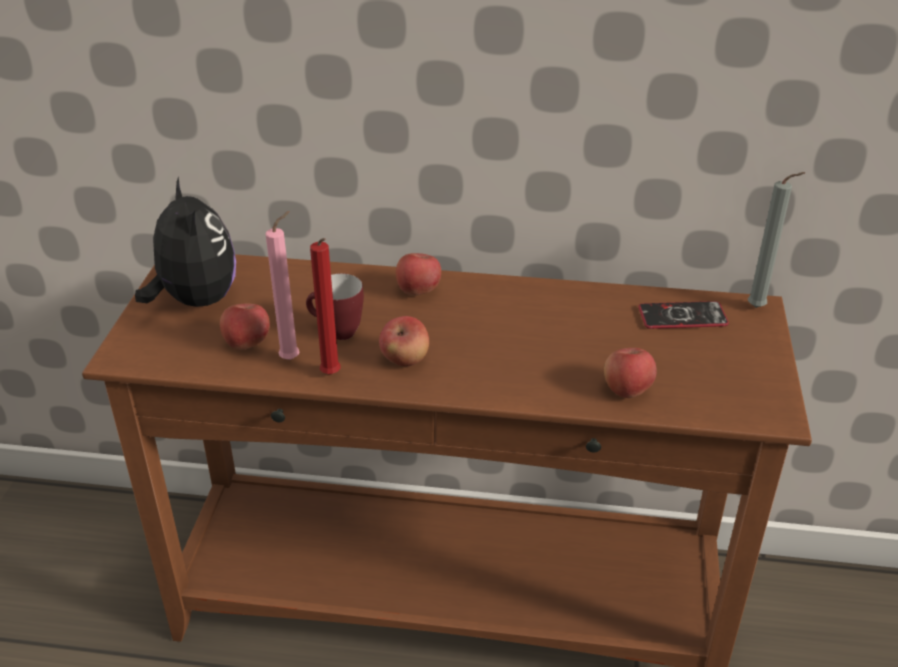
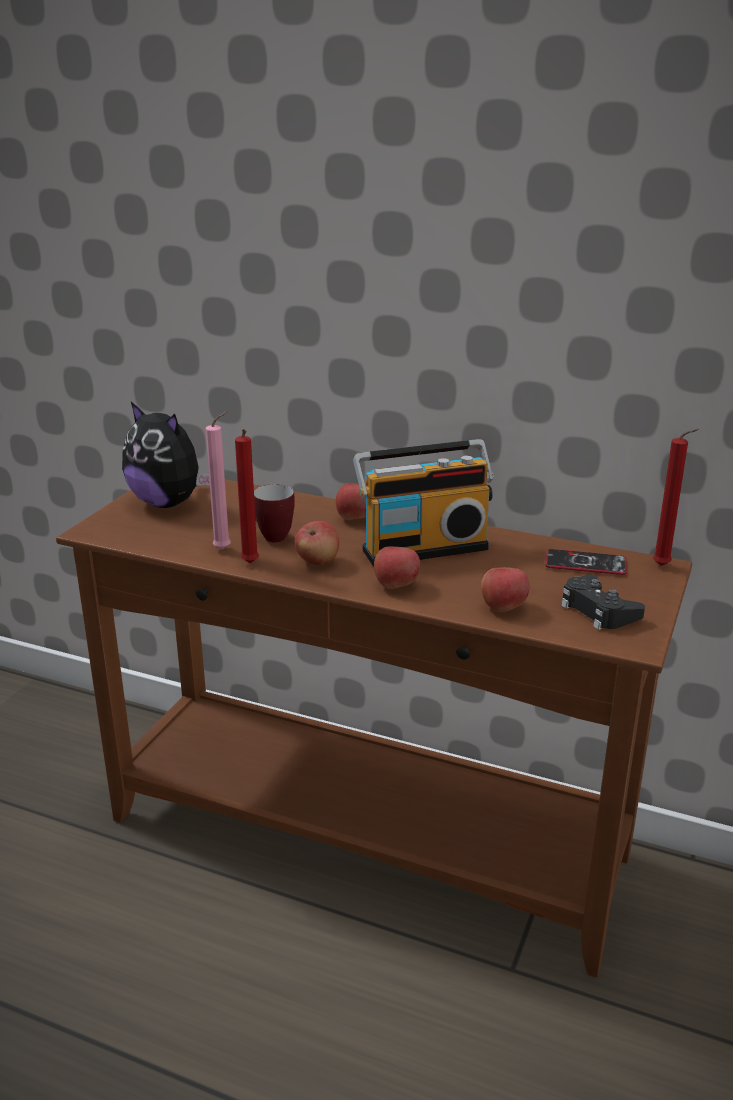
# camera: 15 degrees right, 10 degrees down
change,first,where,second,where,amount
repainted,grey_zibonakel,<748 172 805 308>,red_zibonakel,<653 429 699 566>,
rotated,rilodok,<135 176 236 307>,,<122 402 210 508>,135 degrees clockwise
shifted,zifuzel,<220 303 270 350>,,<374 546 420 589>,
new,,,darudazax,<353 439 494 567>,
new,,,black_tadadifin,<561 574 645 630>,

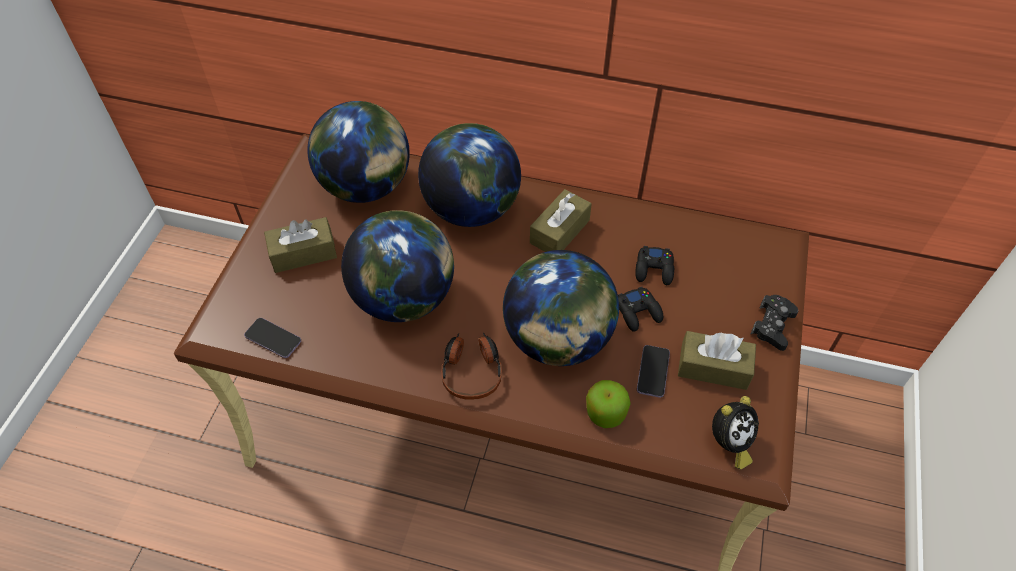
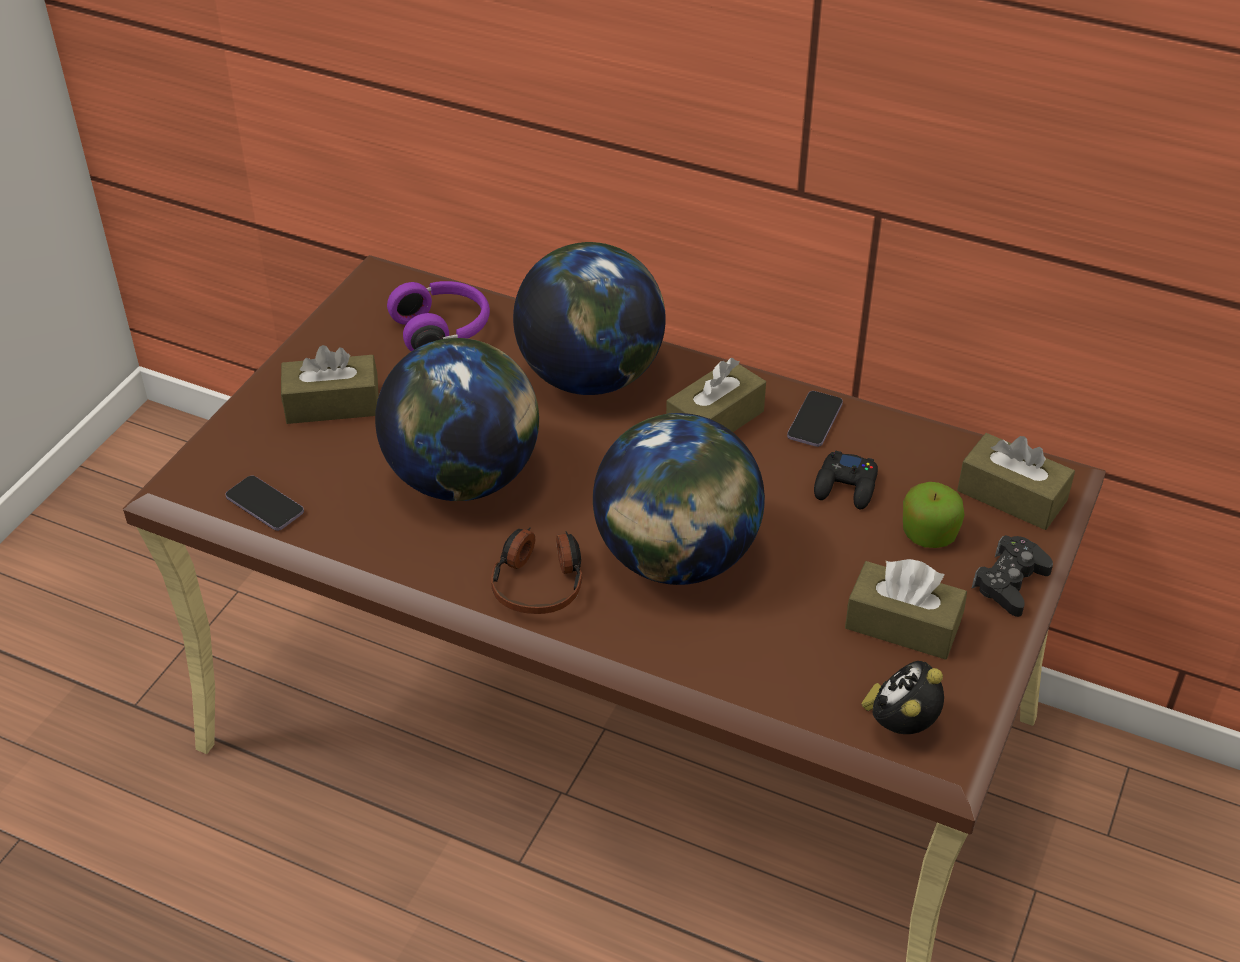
# camera: 10 degrees right, 10 degrees down
change,first,where,second,where,amount
swapped,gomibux,<307 101 410 203>,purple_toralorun,<387 281 490 351>,
gone,black_tadadifin,<618 287 663 332>,,,
shifted,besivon,<637 345 670 398>,,<787 391 843 447>,
shifted,zifuzel,<586 380 631 428>,,<903 482 965 548>,
rotated,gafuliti,<712 396 759 469>,,<861 661 944 734>,150 degrees clockwise
new,,,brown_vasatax,<957 433 1075 530>,

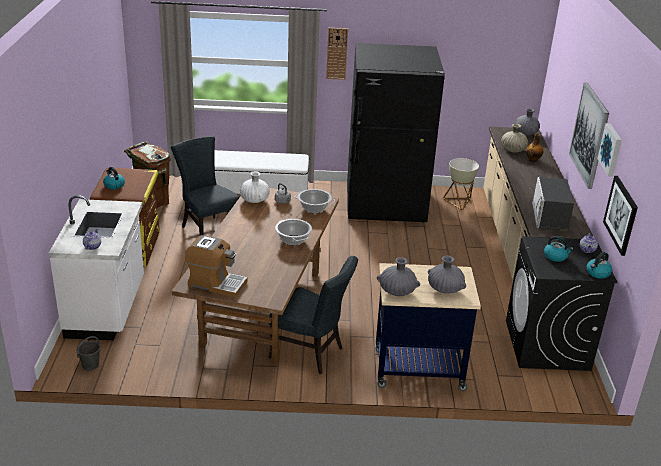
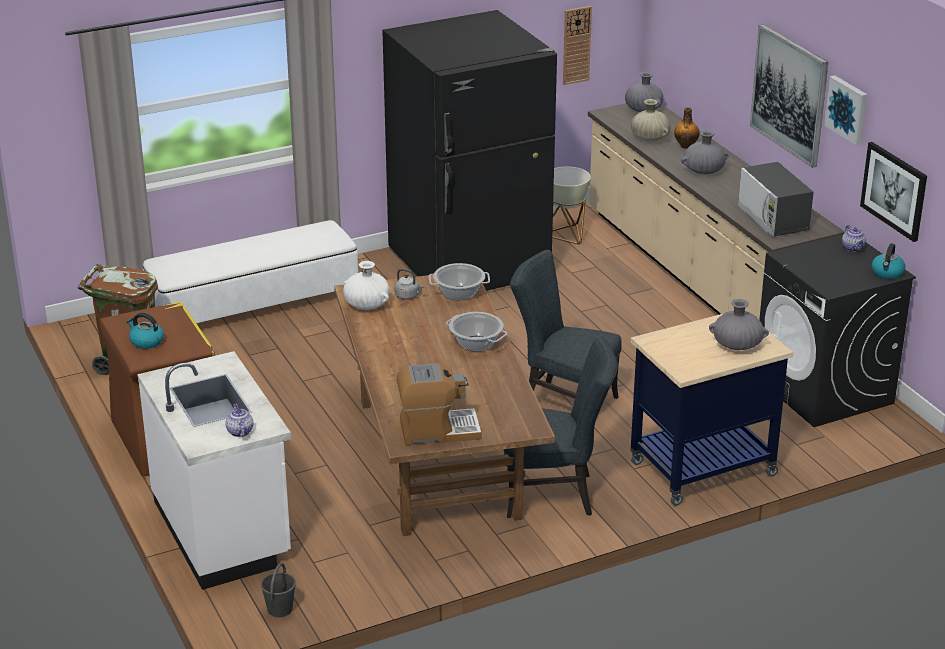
# camera: 25 degrees left, 0 degrees up
change,first,where,second,where,amount
shifted,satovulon,<326 28 348 80>,,<563 6 592 85>,
shifted,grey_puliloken,<171 136 240 236>,,<510 250 622 399>,
gone,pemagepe,<544 236 573 262>,,,
shifted,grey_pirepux,<377 257 420 296>,,<681 130 729 174>,

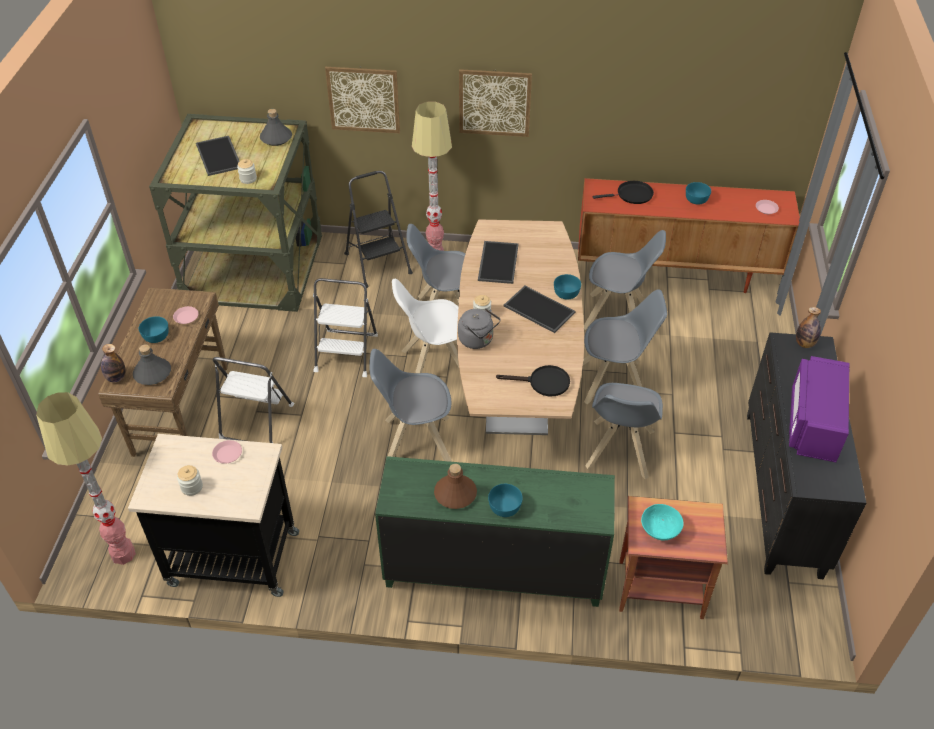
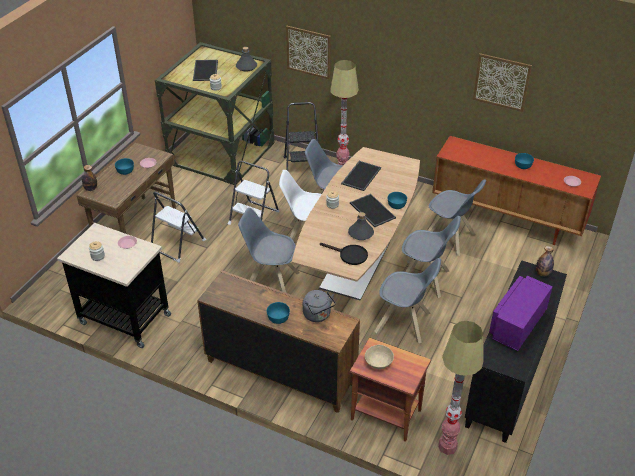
# camera: 20 degrees right, 5 degrees down
change,first,where,second,where,amount
shifted,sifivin,<459 69 532 137>,,<473 53 532 112>,
gone,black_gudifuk,<593 181 654 204>,,,
shifted,grey_pemagepe,<458 308 501 349>,,<303 290 336 322>,
shifted,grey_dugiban,<133 344 171 385>,,<348 212 374 240>,
rotated,grey_puliloken,<585 383 663 480>,,<374 258 441 344>,105 degrees counterclockwise
shifted,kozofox,<36 392 136 565>,,<438 321 484 455>,
repainted,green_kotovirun,<375 456 615 607>,brown_kotovirun,<197 270 360 413>,
gone,brown_dugiban,<434 464 477 509>,,,
repainted,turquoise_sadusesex,<641 504 684 540>,beige_sadusesex,<365 345 394 369>,

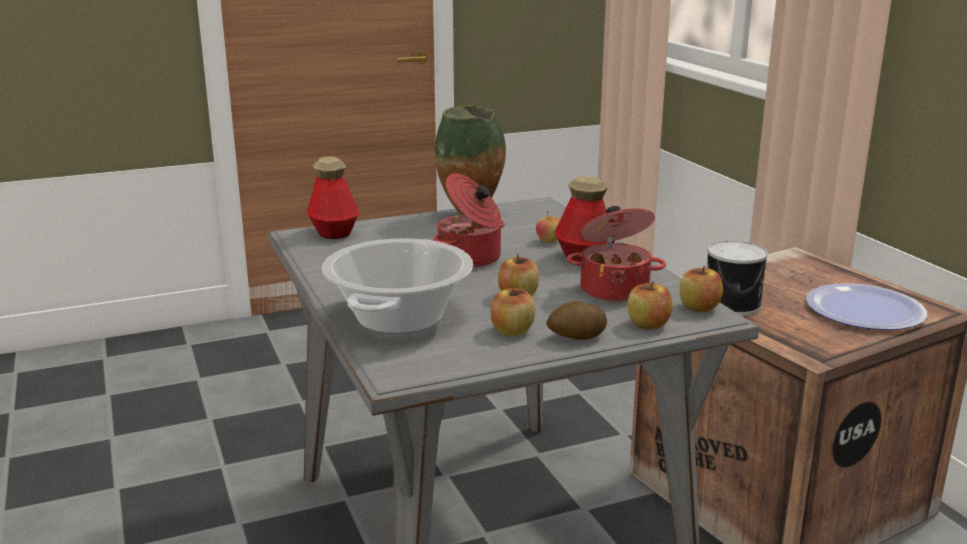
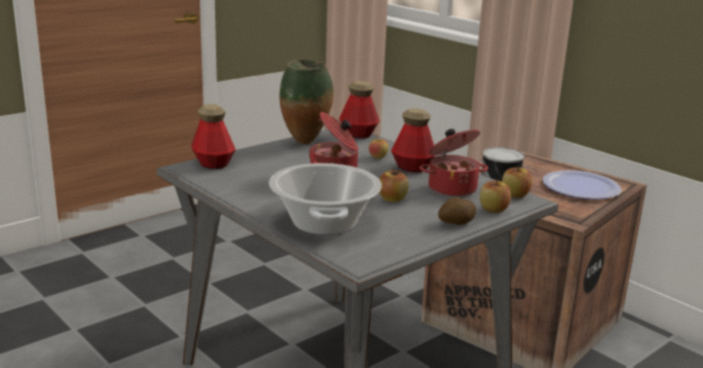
# camera: 20 degrees left, 0 degrees up
change,first,where,second,where,amount
gone,zifuzel,<490 285 535 336>,,,
new,,,dugiban,<339 81 379 138>,

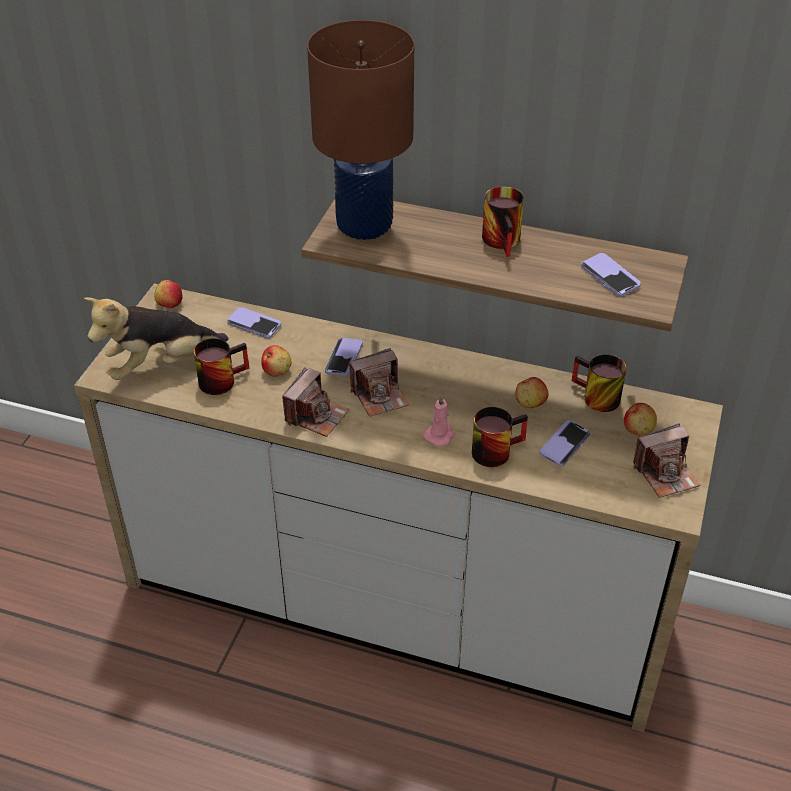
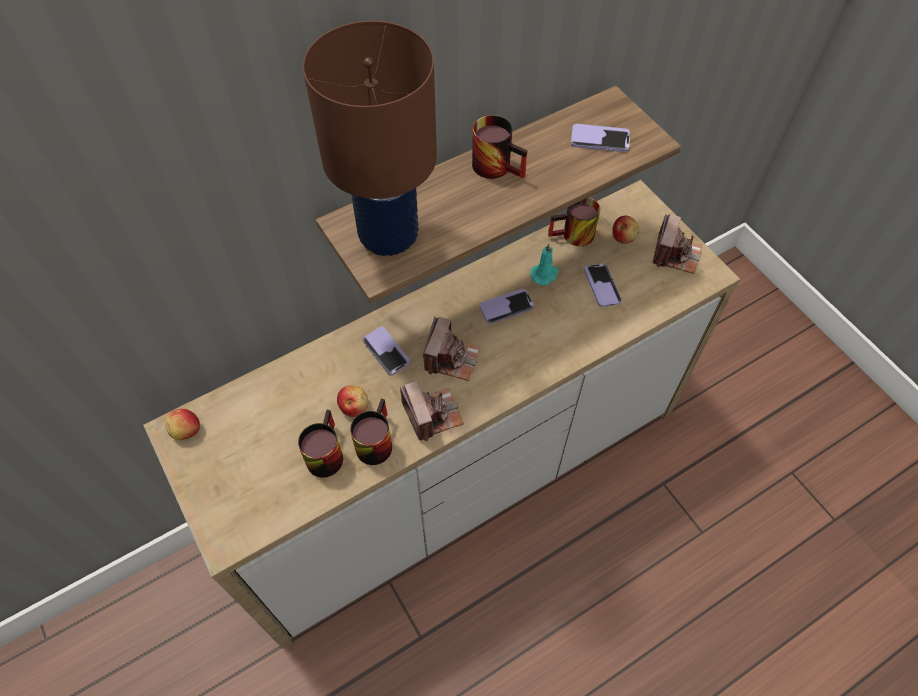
# camera: 50 degrees left, 15 degrees up
change,first,where,second,where,amount
gone,rilodok,<84 297 229 380>,,,
shifted,besivon,<227 307 281 339>,,<480 289 534 324>,
swapped,zifuzel,<515 377 548 408>,turquoise_zibonakel,<530 244 559 285>,
gone,pink_zibonakel,<424 394 455 447>,,,
shifted,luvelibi,<472 407 528 467>,,<350 398 392 465>,

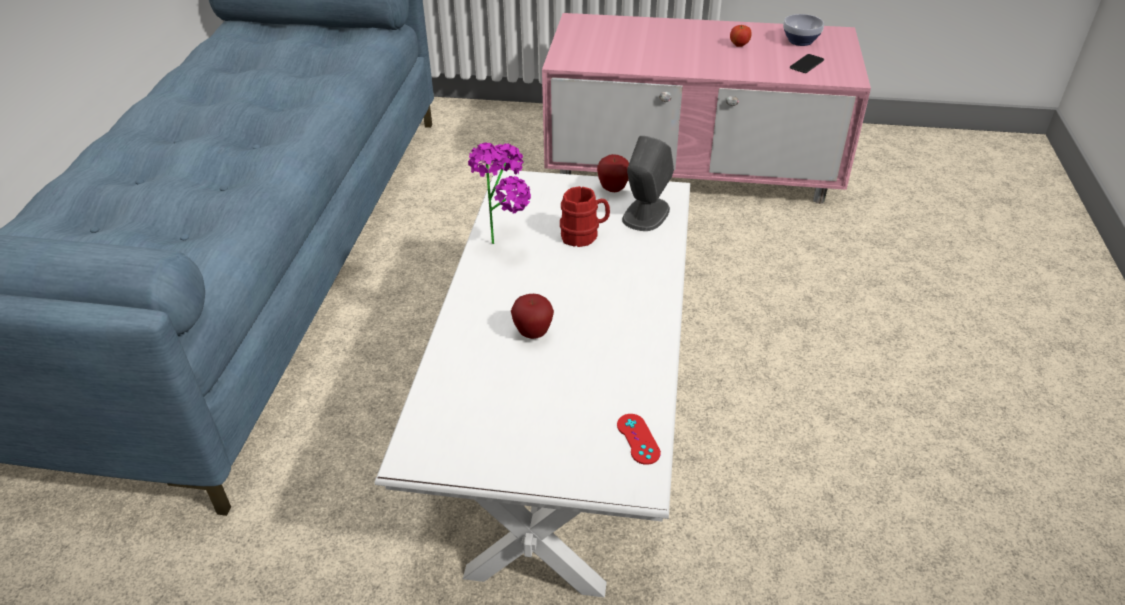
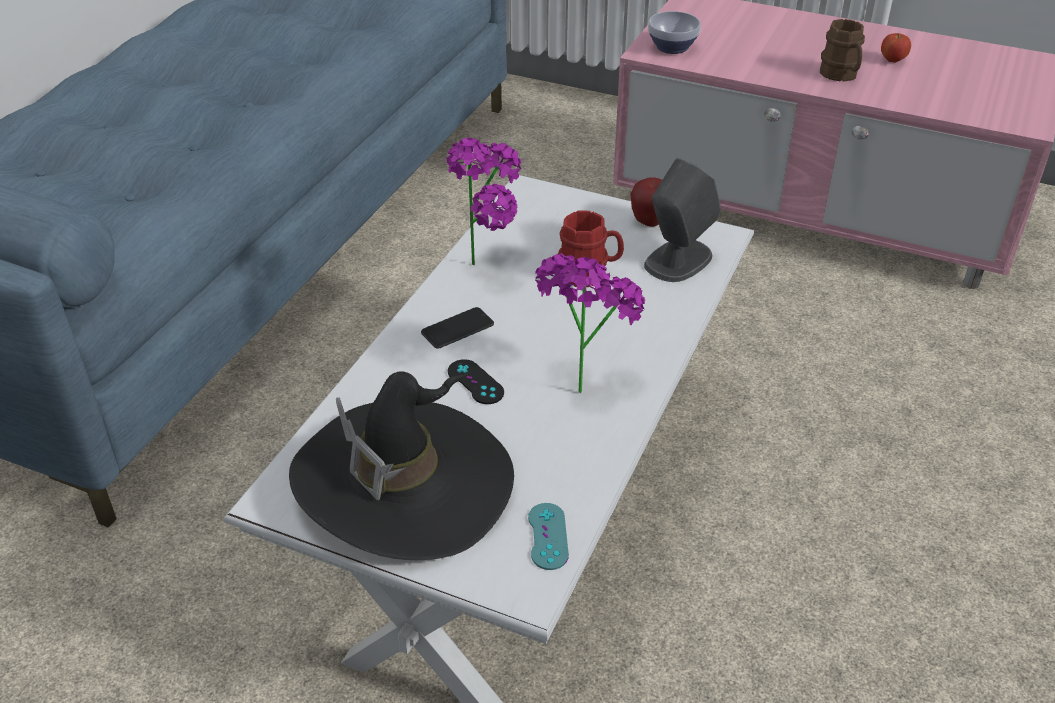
# camera: 15 degrees right, 0 degrees up
change,first,where,second,where,amount
shifted,sadusesex,<783 14 824 46>,,<648 11 701 54>,
shifted,besivon,<790 54 824 73>,,<421 307 494 349>,
swapped,zifuzel,<511 294 554 339>,black_tadadifin,<448 359 504 404>,
repainted,red_tadadifin,<617 414 661 465>,turquoise_tadadifin,<528 503 569 570>,
new,,,brown_luvelibi,<820 19 865 82>,
new,,,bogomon,<535 253 645 393>,
new,,,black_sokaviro,<289 371 514 560>,

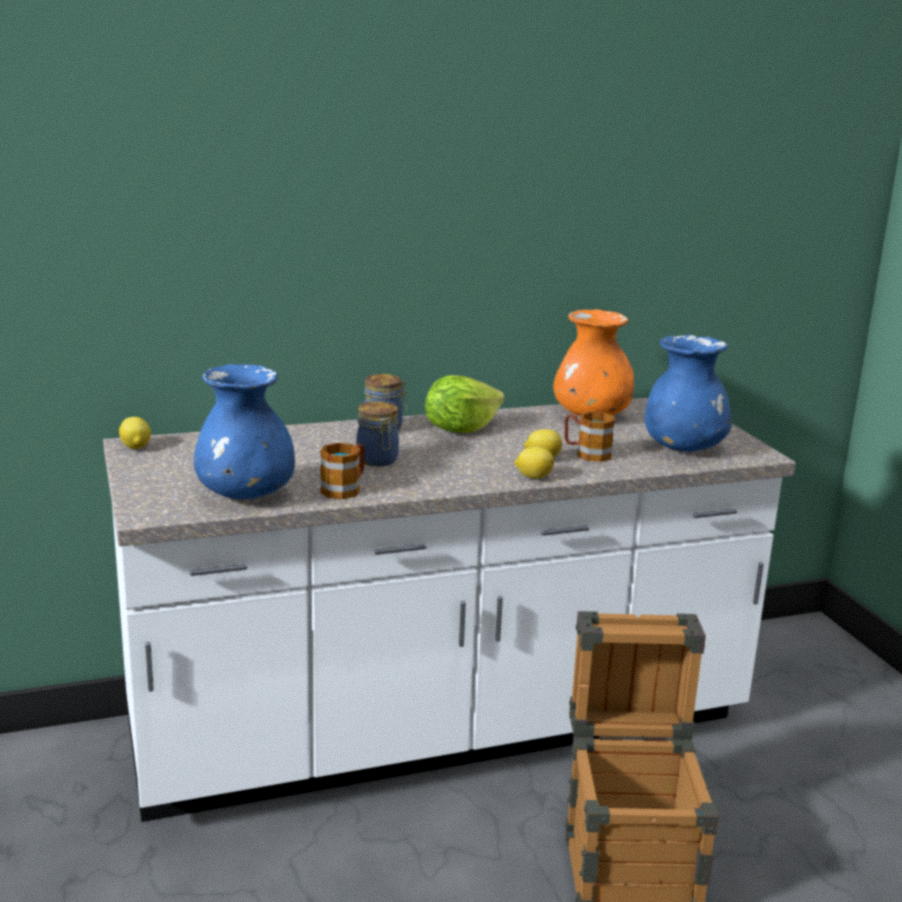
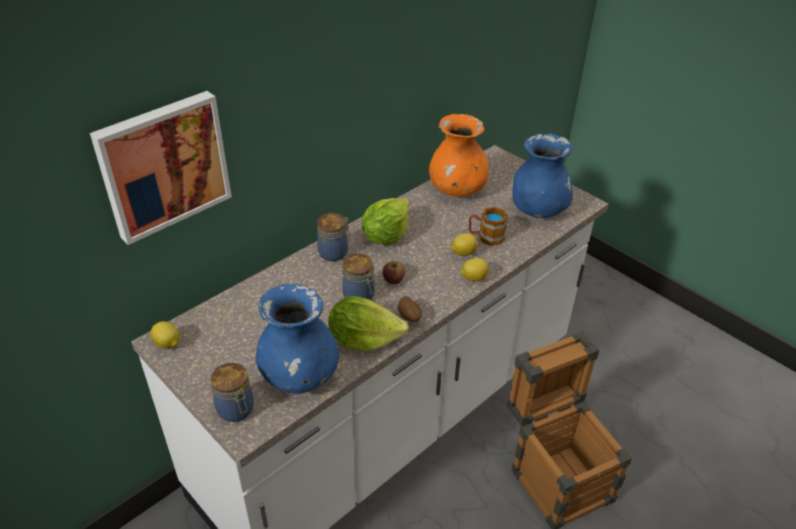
# camera: 25 degrees left, 20 degrees up
change,first,where,second,where,amount
swapped,luvelibi,<320 443 365 499>,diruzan,<328 296 409 351>,
new,,,sifivin,<90 91 232 245>,
new,,,zifuzel,<383 261 405 284>,
new,,,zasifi,<398 296 422 322>,
new,,,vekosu,<211 363 254 422>,

